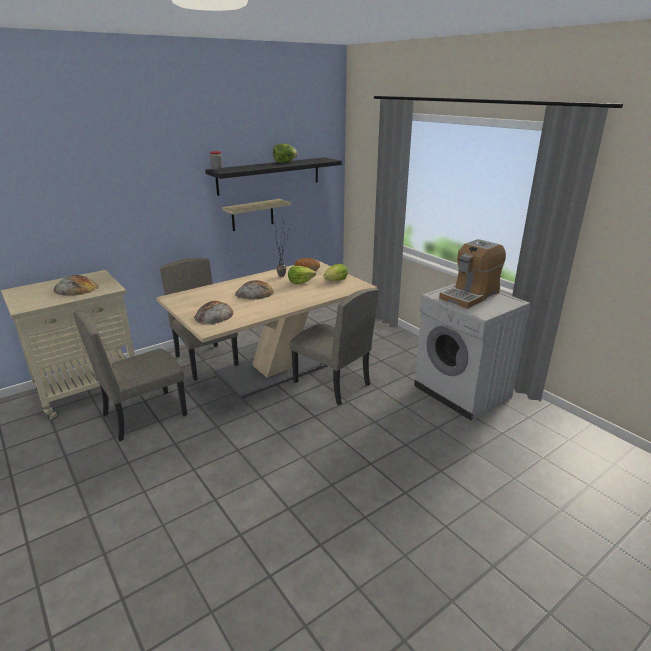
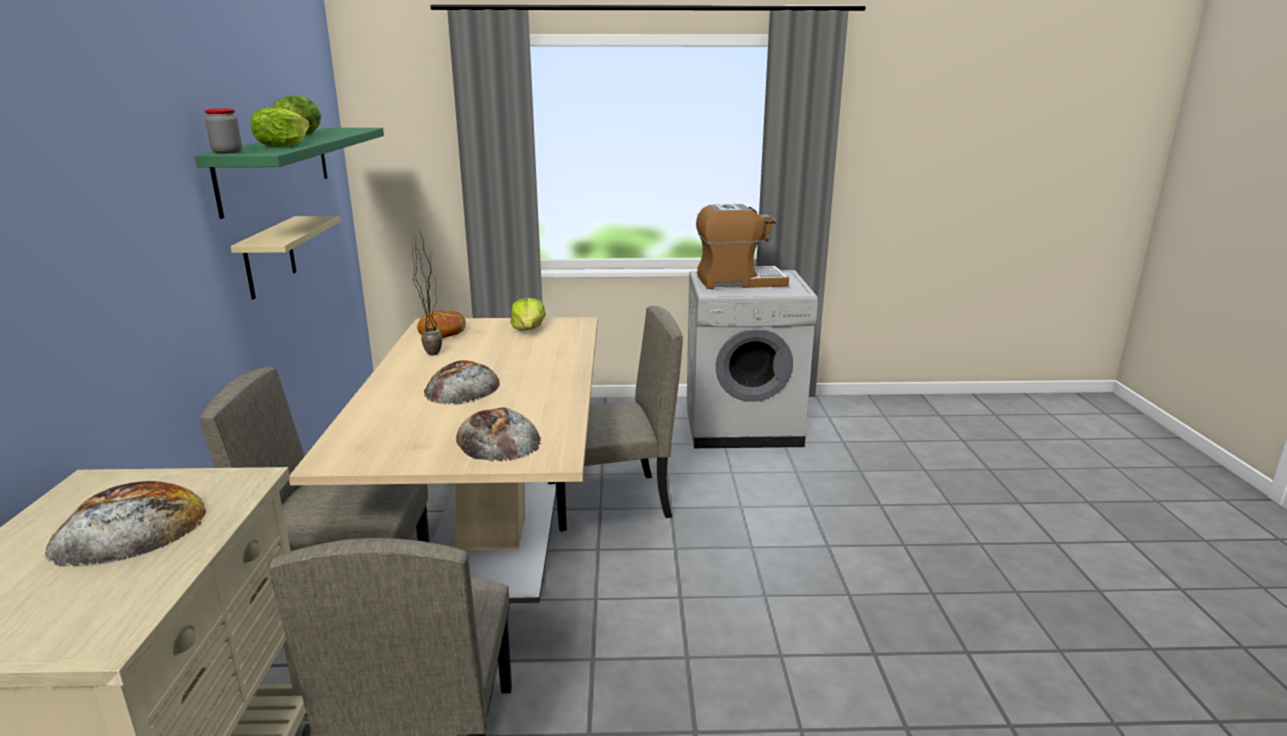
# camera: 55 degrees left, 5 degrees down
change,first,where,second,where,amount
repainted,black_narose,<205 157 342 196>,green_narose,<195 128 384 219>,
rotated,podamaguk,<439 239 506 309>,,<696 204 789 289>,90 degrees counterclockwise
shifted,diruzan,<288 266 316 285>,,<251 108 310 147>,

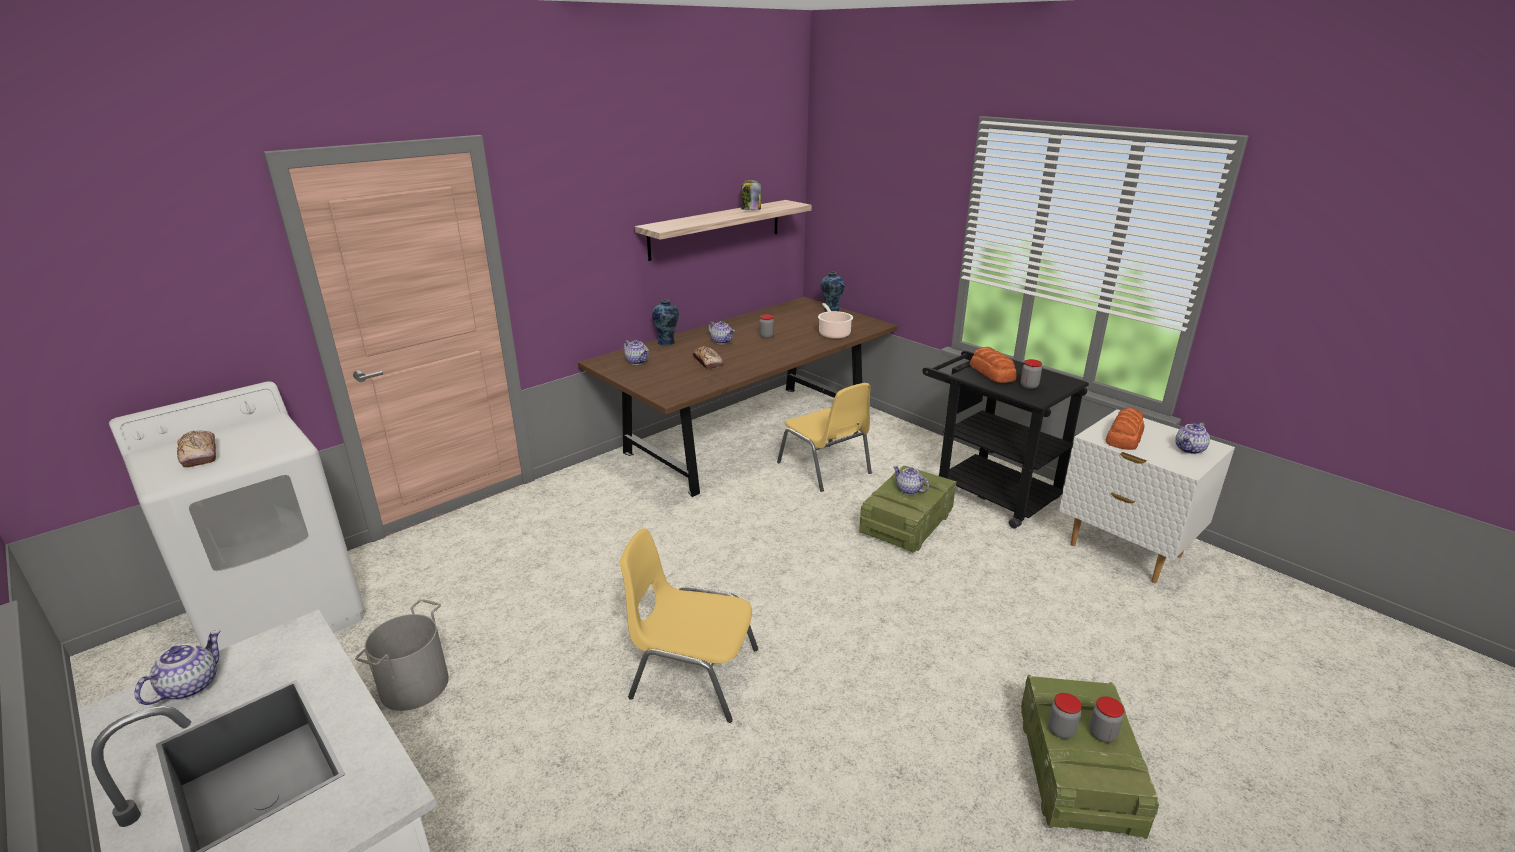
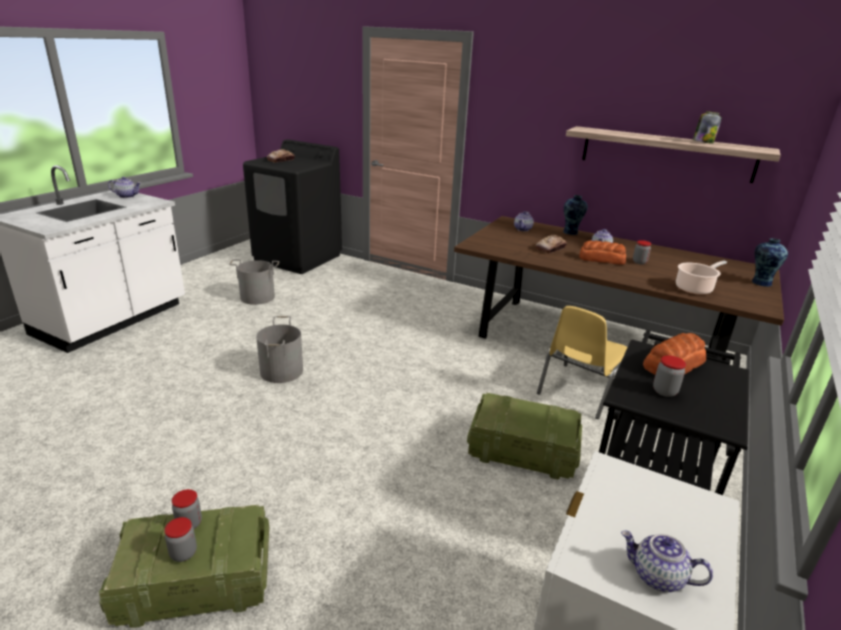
# camera: 70 degrees right, 0 degrees up
change,first,where,second,where,amount
repainted,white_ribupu,<109 381 364 650>,black_ribupu,<243 139 342 274>,
shifted,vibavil,<1105 408 1144 450>,,<579 240 626 265>,
gone,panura,<893 466 929 495>,,,
swapped,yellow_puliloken,<619 528 758 723>,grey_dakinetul,<256 316 303 383>,

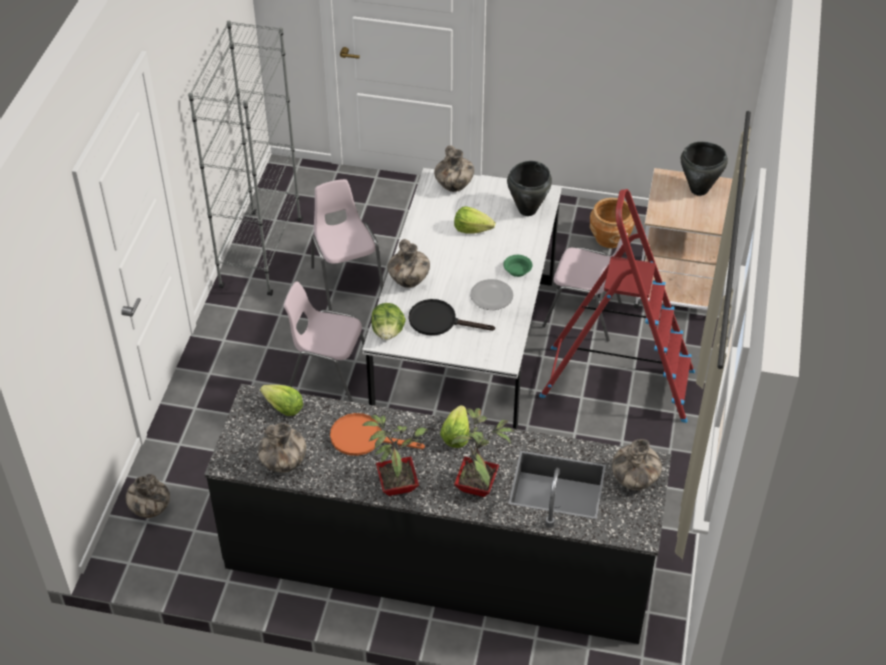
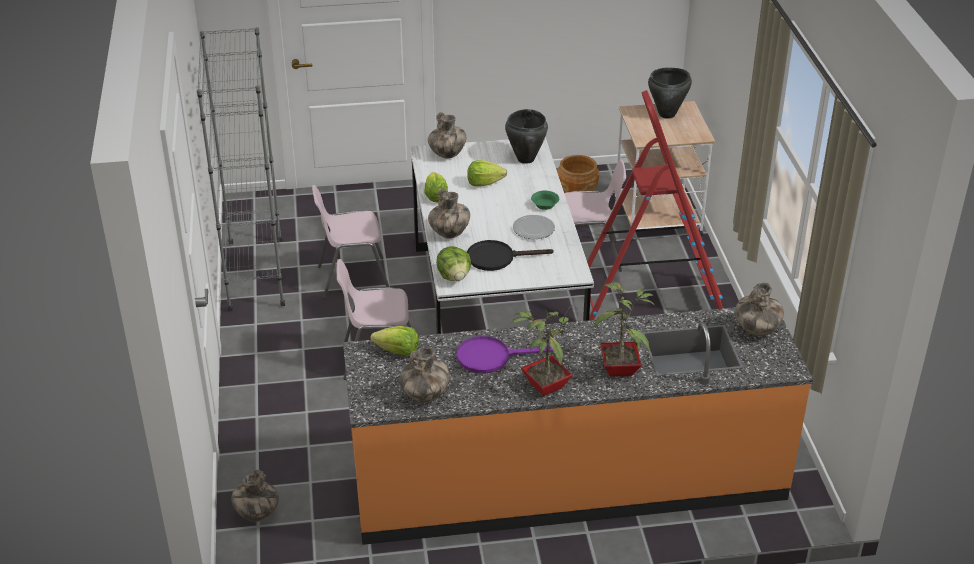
# camera: 20 degrees left, 10 degrees down
change,first,where,second,where,amount
rotated,pink_puliloken,<311 179 384 311>,,<312 185 389 299>,60 degrees counterclockwise
repainted,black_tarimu,<204 384 671 644>,orange_tarimu,<343 307 813 545>,
shifted,diruzan,<440 405 469 448>,,<424 172 448 203>,
repainted,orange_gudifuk,<330 413 425 456>,purple_gudifuk,<457 336 553 373>,

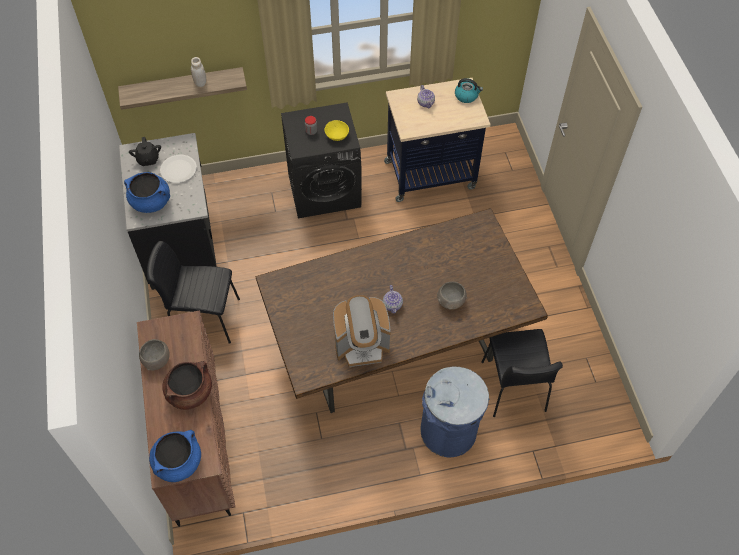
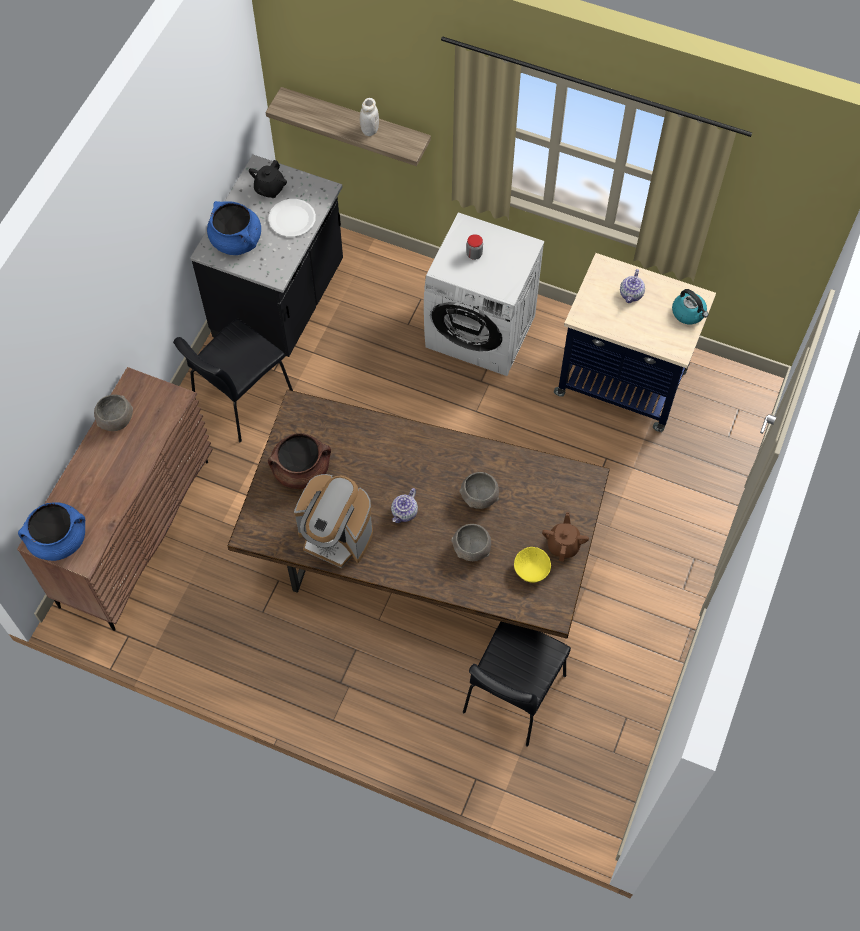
# camera: 35 degrees right, 5 degrees up
change,first,where,second,where,amount
repainted,black_ribupu,<281 102 362 218>,white_ribupu,<424 212 544 376>,
shifted,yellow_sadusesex,<324 120 349 141>,,<514 547 551 583>,
rotated,black_puliloken,<147 241 240 344>,,<173 319 293 442>,90 degrees counterclockwise
shifted,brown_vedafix,<162 361 212 410>,,<268 433 331 489>,
gone,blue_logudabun,<421 366 489 458>,,,
new,,,grey_sadusesex,<459 472 499 509>,
new,,,brown_panura,<542 512 589 562>,

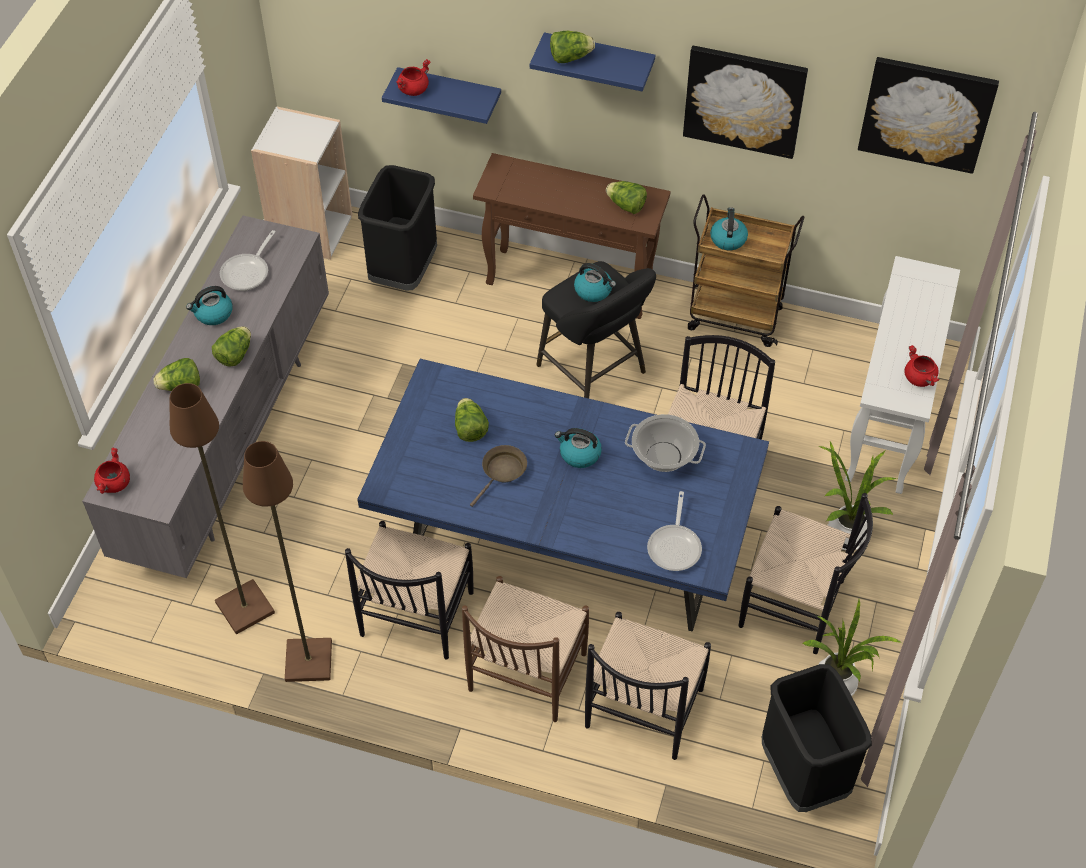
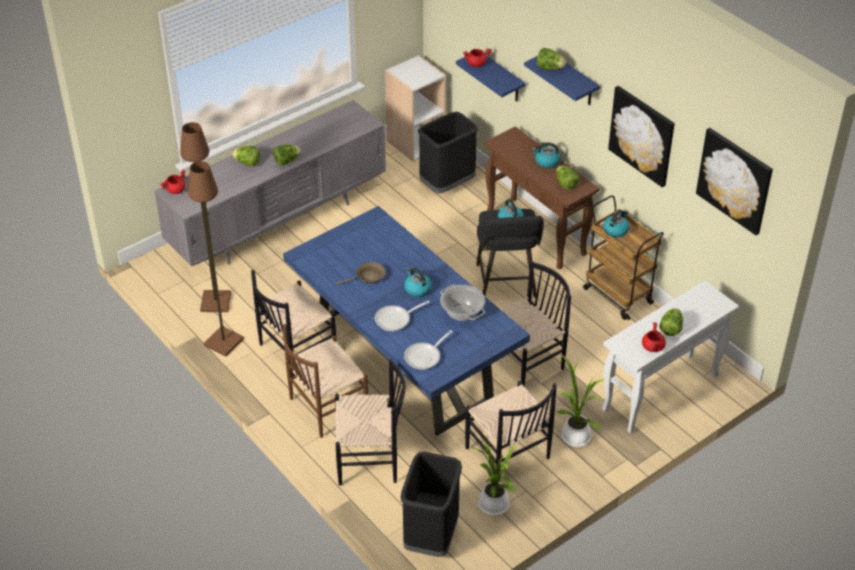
# camera: 35 degrees right, 10 degrees down
change,first,where,second,where,amount
shifted,gudifuk,<220 230 276 291>,,<375 301 430 331>,
shifted,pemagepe,<186 286 233 325>,,<532 142 560 168>,
shifted,diruzan,<455 398 489 442>,,<659 308 683 336>,
rotated,black_puliloken,<585 612 711 760>,,<335 359 406 486>,150 degrees counterclockwise

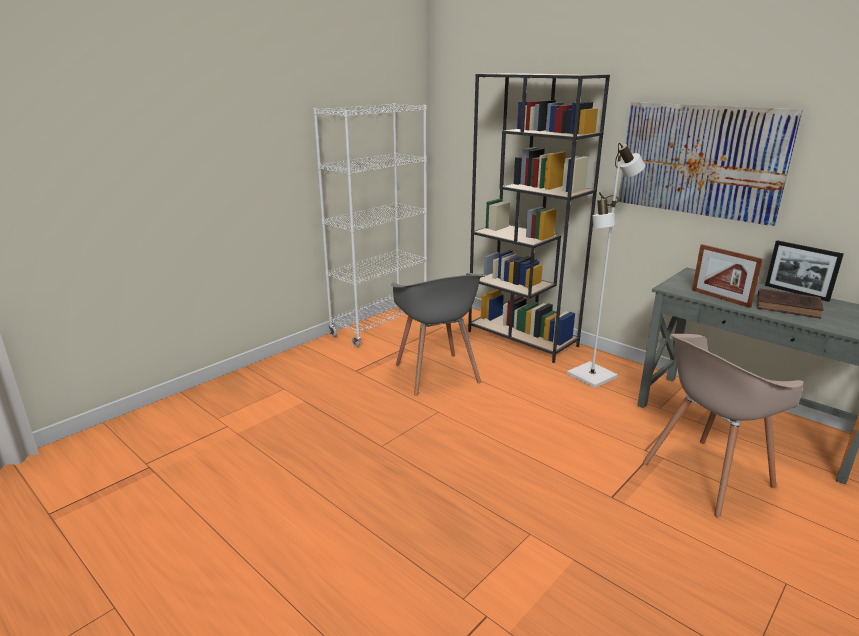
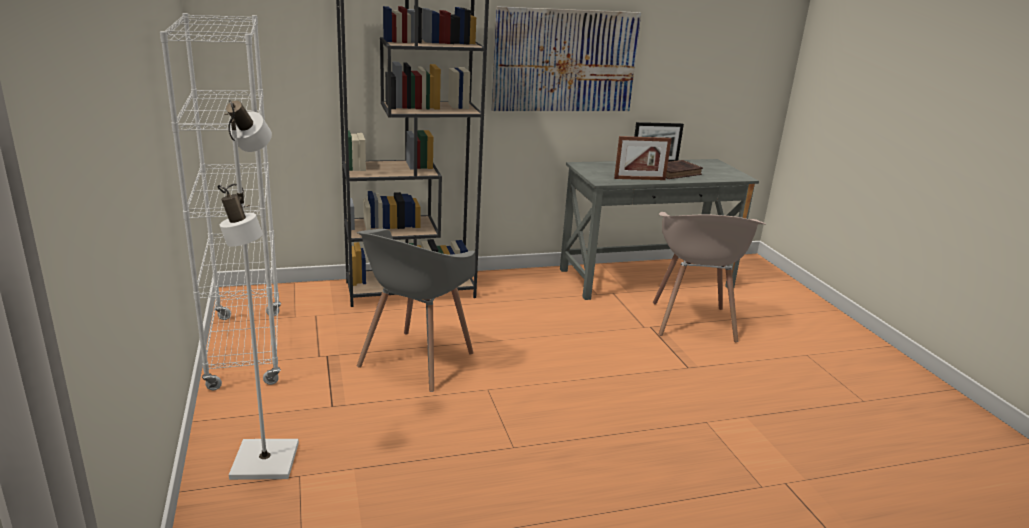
# camera: 60 degrees left, 0 degrees up
change,first,where,second,where,amount
shifted,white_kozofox,<567 143 645 388>,,<218 100 299 480>,
rotated,grey_puliloken,<391 273 485 396>,,<357 229 475 392>,105 degrees clockwise

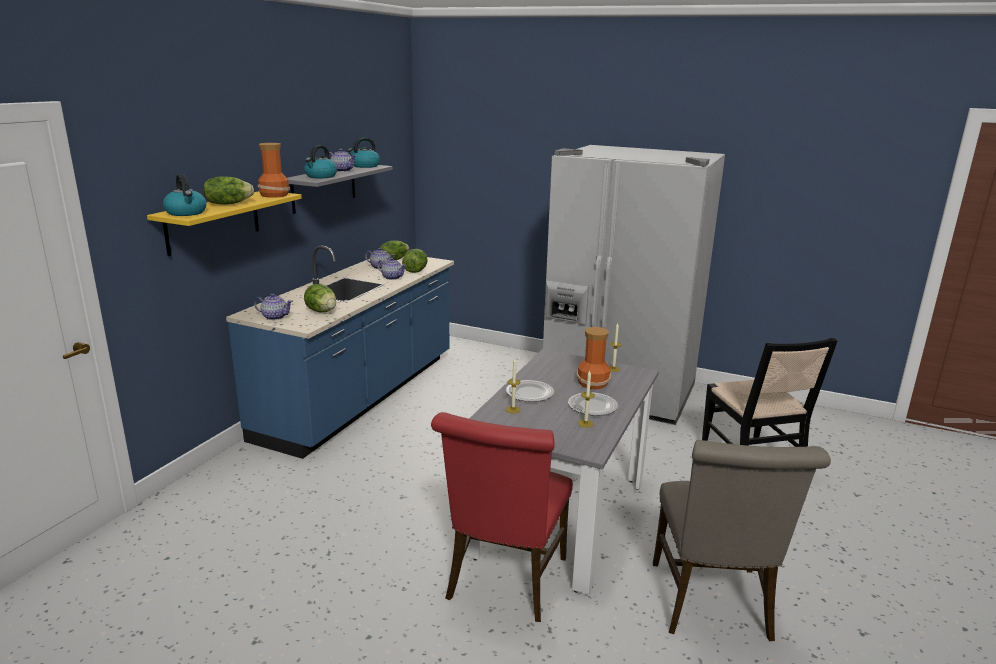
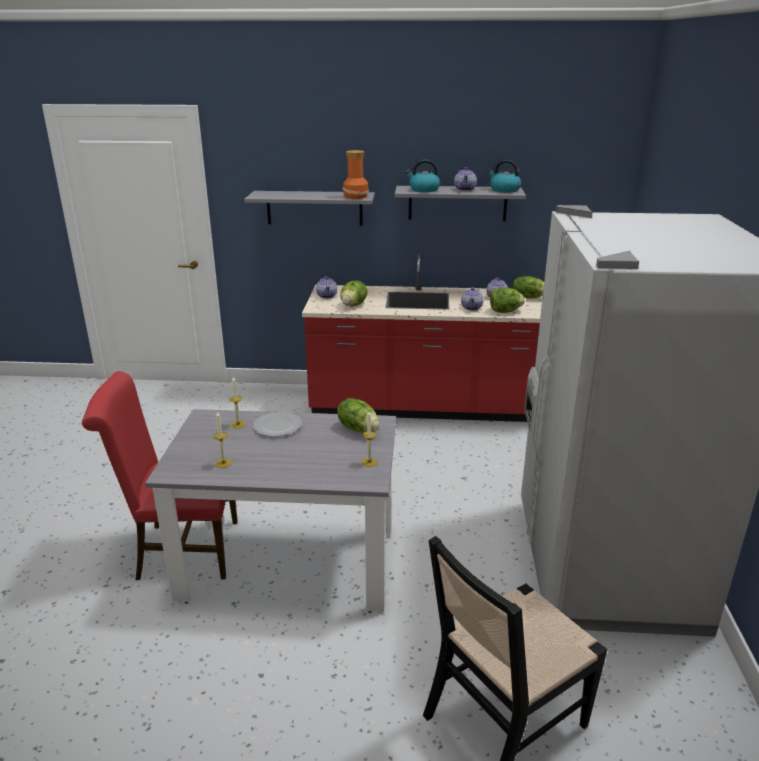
# camera: 70 degrees right, 5 degrees up
change,first,where,second,where,amount
gone,pemagepe,<163 174 207 216>,,,
shifted,diruzan,<203 176 254 205>,,<337 398 380 432>,
repainted,yellow_narose,<147 191 302 256>,grey_narose,<244 191 375 226>,
repainted,blue_tarimu,<226 245 454 459>,red_tarimu,<302 255 543 422>,
gone,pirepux,<577 327 611 389>,,,
gone,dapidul,<568 392 618 416>,,,
gone,beige_puliloken,<653 440 831 641>,,,

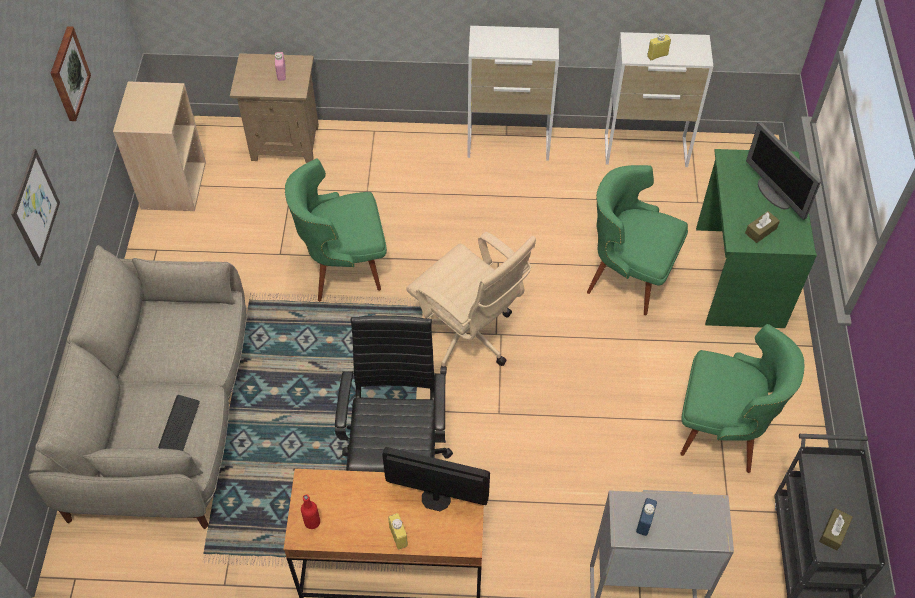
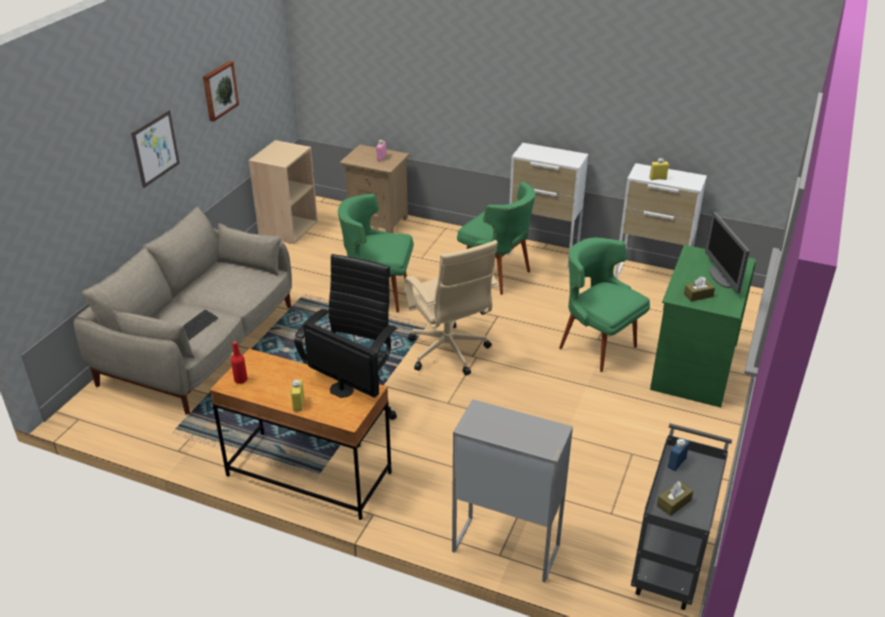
# camera: 20 degrees right, 20 degrees down
change,first,where,second,where,amount
shifted,green_puliloken,<680 324 804 473>,,<457 182 536 295>,
shifted,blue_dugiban,<636 498 657 536>,,<668 438 689 471>,

